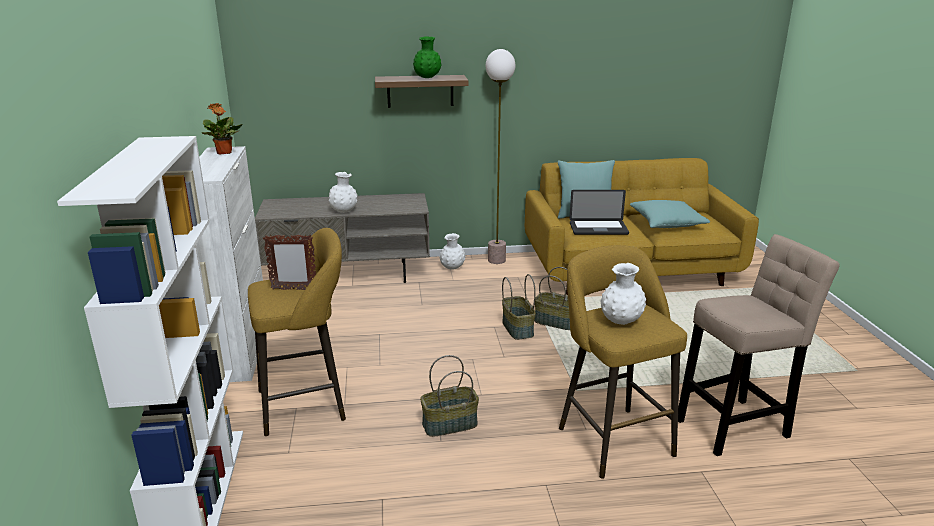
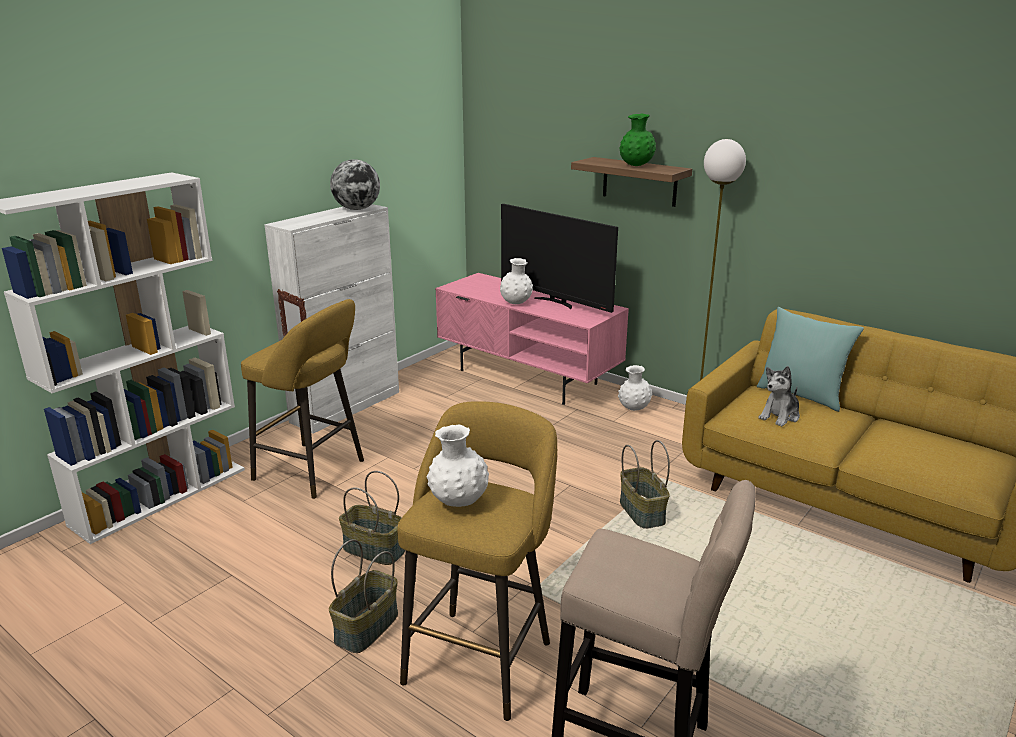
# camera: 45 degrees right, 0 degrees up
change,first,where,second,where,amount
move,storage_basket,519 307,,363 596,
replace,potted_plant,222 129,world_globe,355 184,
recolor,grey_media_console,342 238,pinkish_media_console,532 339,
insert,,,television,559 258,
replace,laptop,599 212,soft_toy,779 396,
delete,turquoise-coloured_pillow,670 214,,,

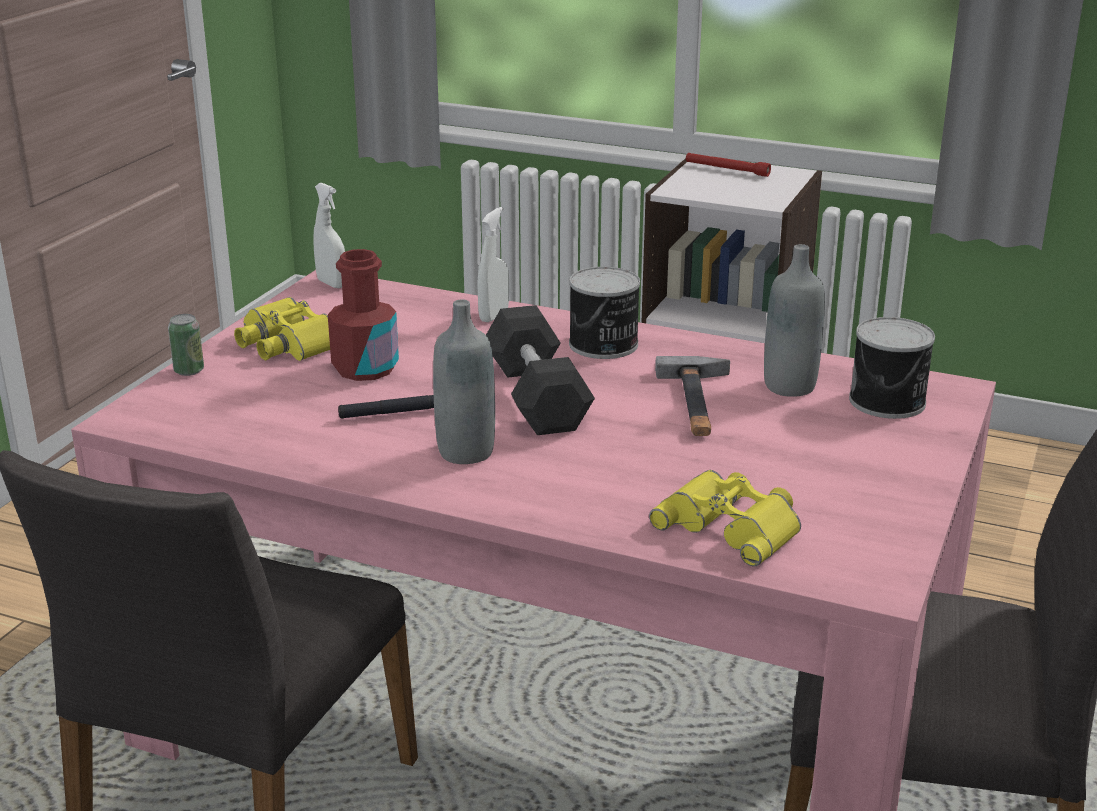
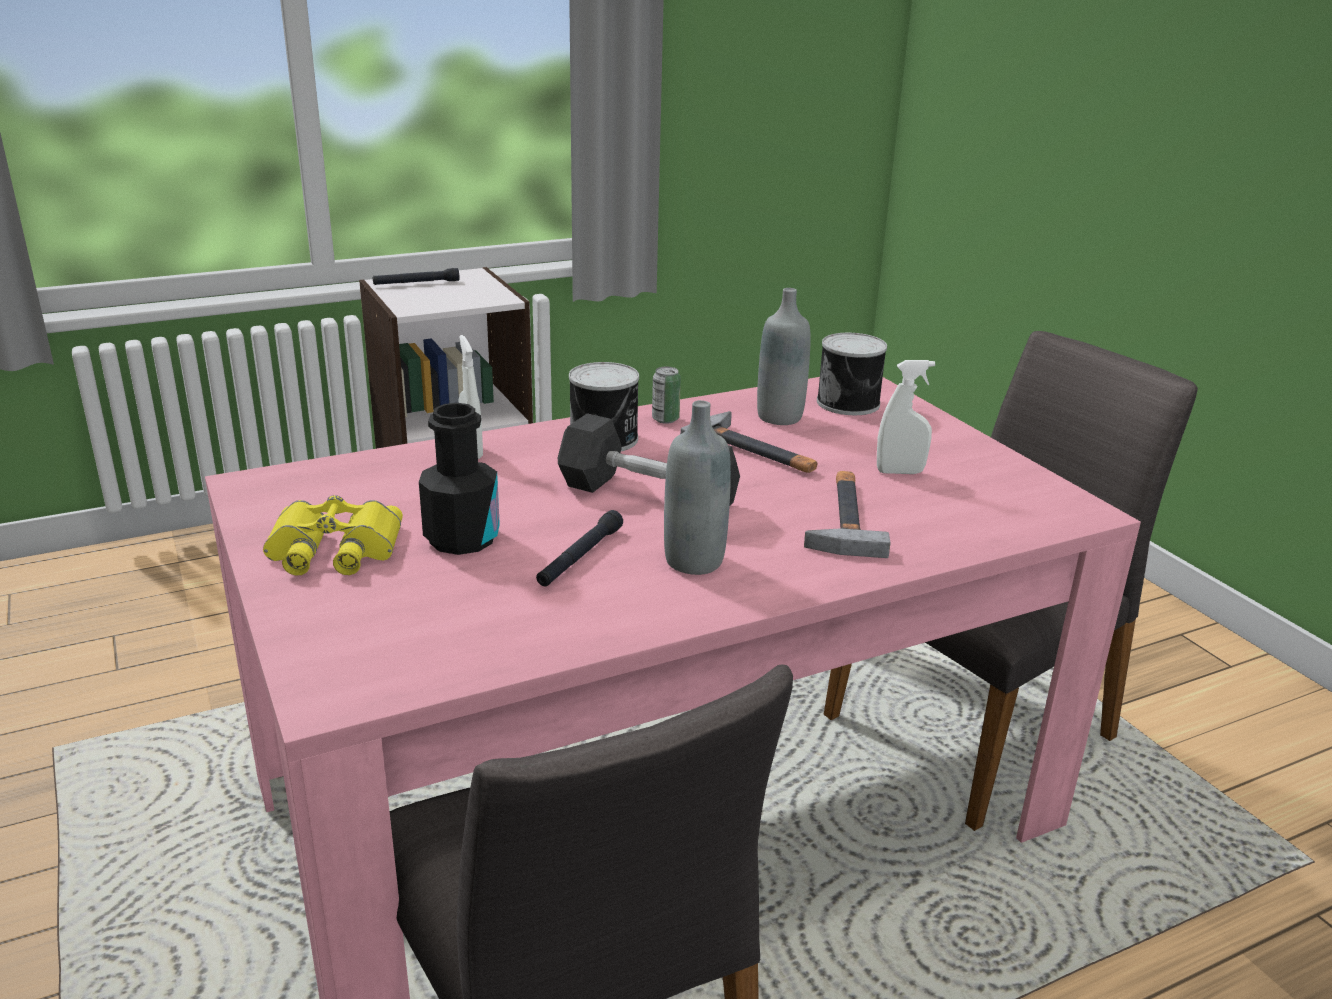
# camera: 50 degrees left, 0 degrees up
change,first,where,second,where,amount
recolor,reddish_flashlight,728 165,black-coloured_flashlight,416 276,
recolor,reddish_drink_bottle,363 315,black-coloured_drink_bottle,459 479,
move,can,186 345,,666 395,
insert,,,tool_hammer,847 514,
move,white-coloured_sprayer,329 235,,906 417,
delete,yellowish_pair_of_binoculars,725 518,,,

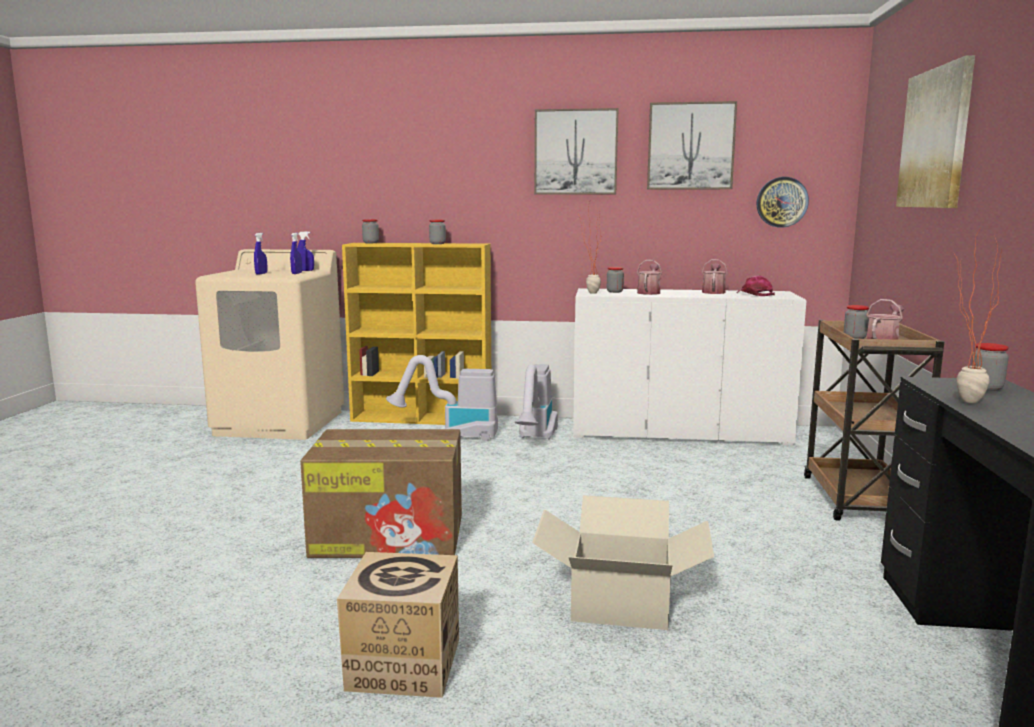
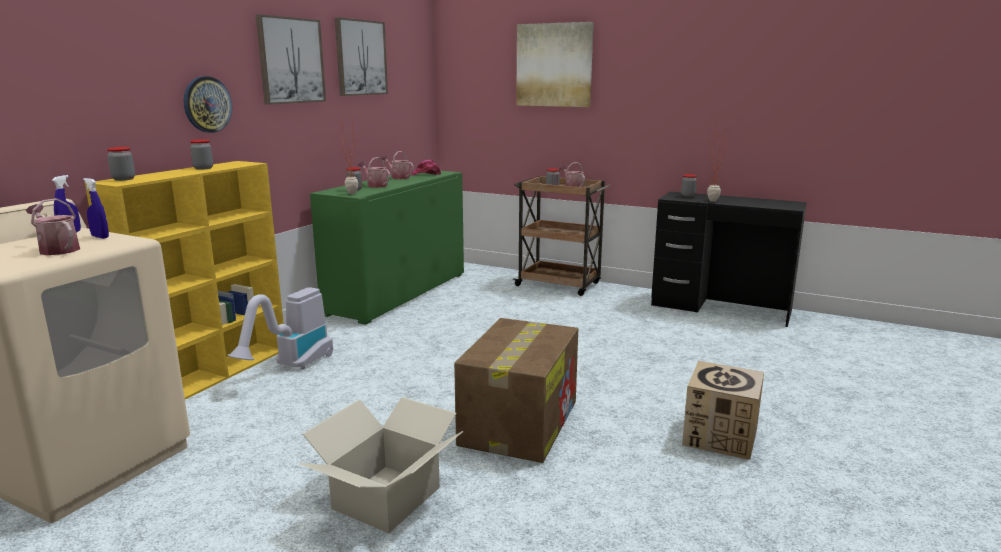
# camera: 70 degrees left, 5 degrees up
change,first,where,second,where,amount
replace,bluish_sprayer,261 254,watering_pot,53 226,
move,clock_on_the_wall,783 202,,208 104,
move,carton,623 562,,382 465,
recolor,white-coloured_cabinet,690 367,greenish_cabinet,387 248,
delete,hoover,536 401,,,

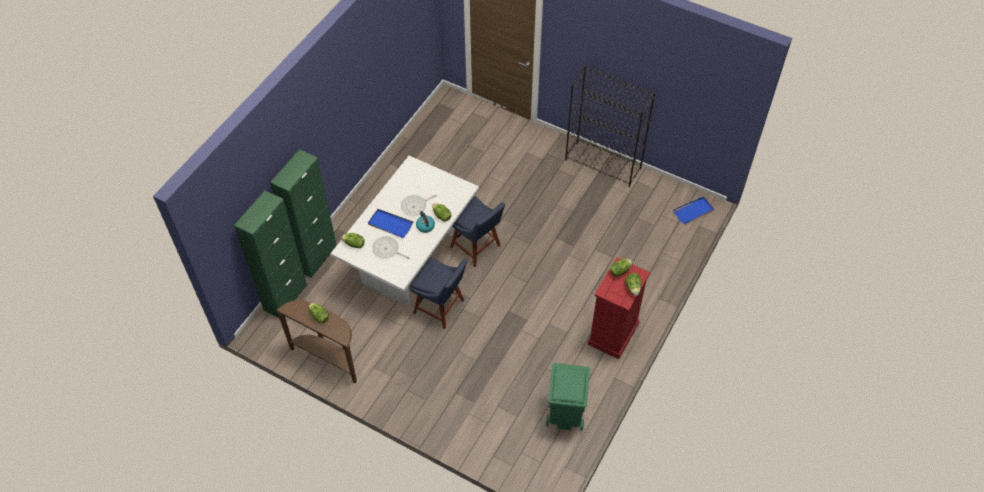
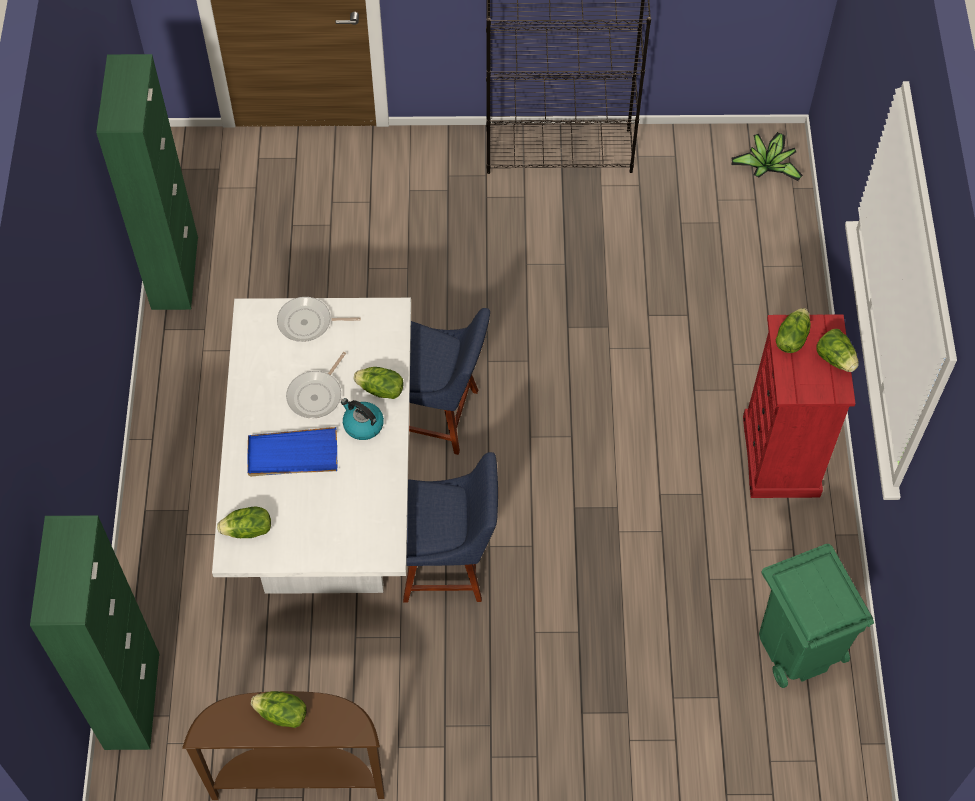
# camera: 30 degrees left, 5 degrees up
change,first,where,second,where,amount
move,greenish_cabinet,303 213,,147 182,
move,frying_pan,391 247,,319 319,
replace,bluish_carrying_tray,693 210,potted_plant,767 156,

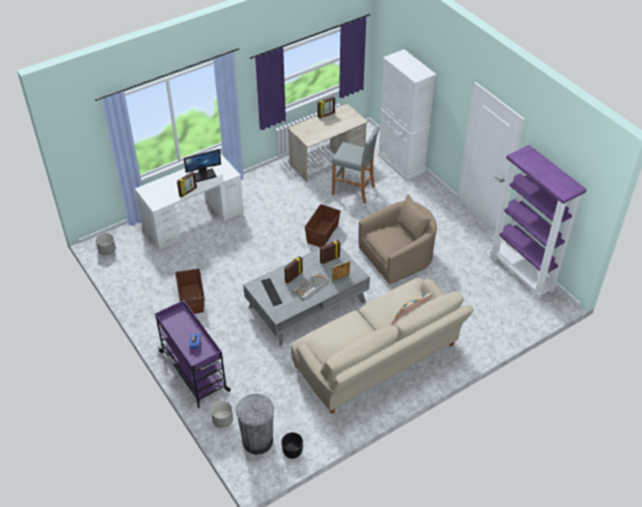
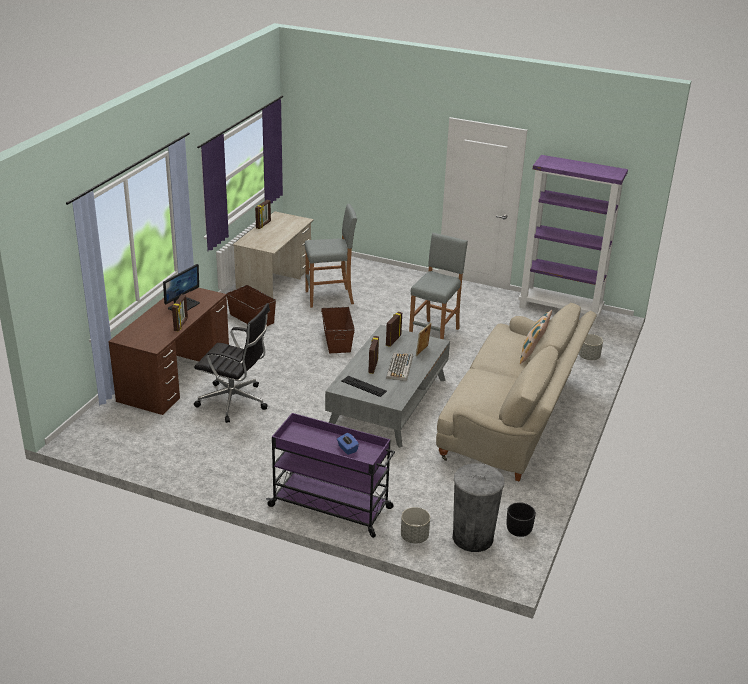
# camera: 35 degrees left, 15 degrees down
change,first,where,second,where,amount
recolor,white-coloured_desk,189 201,brown_desk,168 351,
insert,,,black-coloured_office_chair,232 363,
move,brown_storage_box,190 291,,251 305,
replace,beige-coloured_lounge_chair,397 239,grey_sitting_stool,438 286,
move,grey_plant_pot,106 244,,591 347,
delete,white-coloured_cabinet,407 115,,,

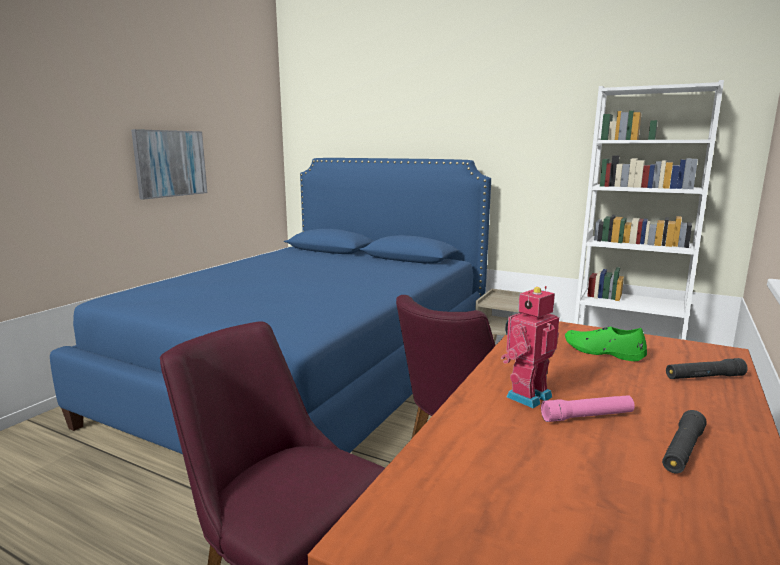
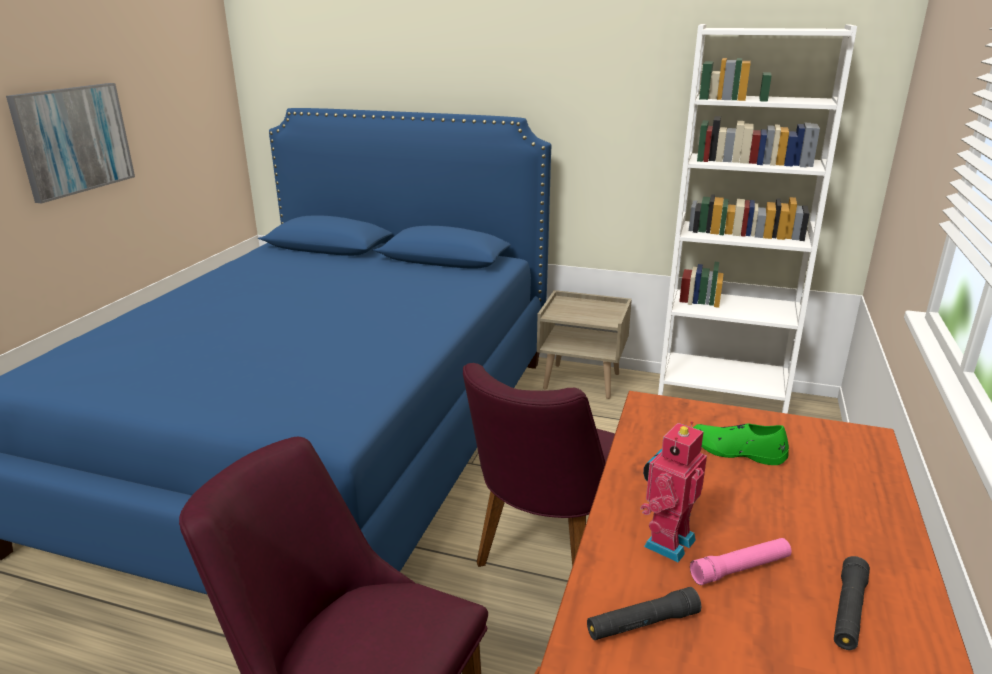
# camera: 10 degrees left, 10 degrees up
change,first,where,second,where,amount
move,black-coloured_flashlight,707 368,,644 613,

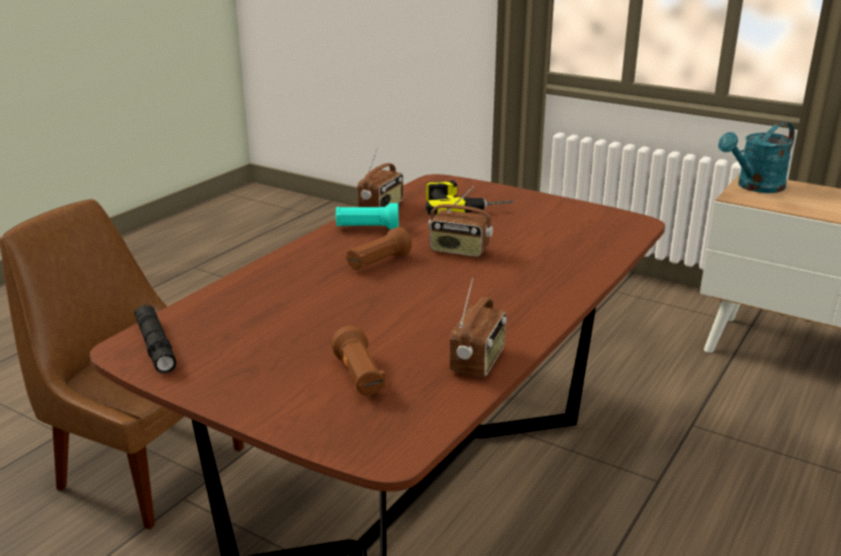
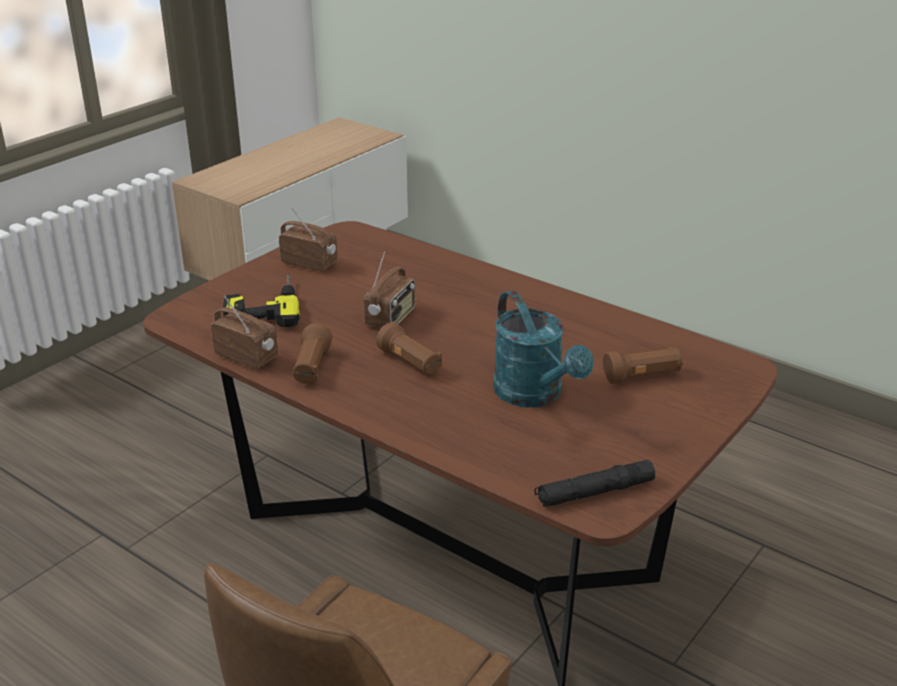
# camera: 85 degrees left, 5 degrees up
change,first,where,second,where,amount
move,radio,478 327,,308 240,
recolor,turquoise-coloured_flashlight,367 216,brown_flashlight,312 353,
move,turquoise-coloured_watering_pot,756 157,,543 349,

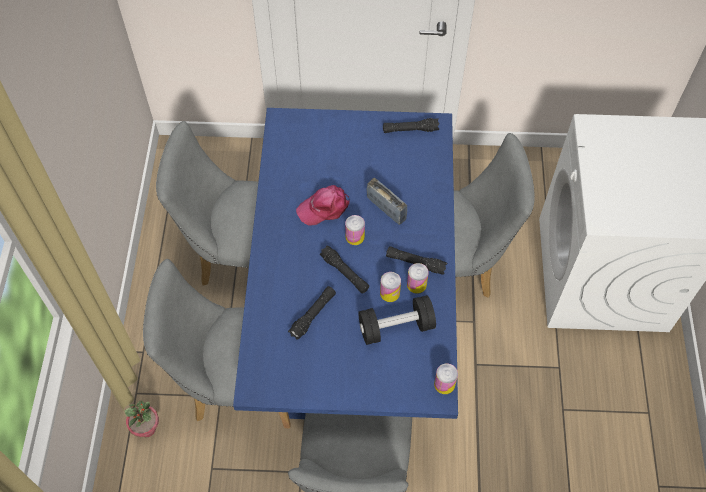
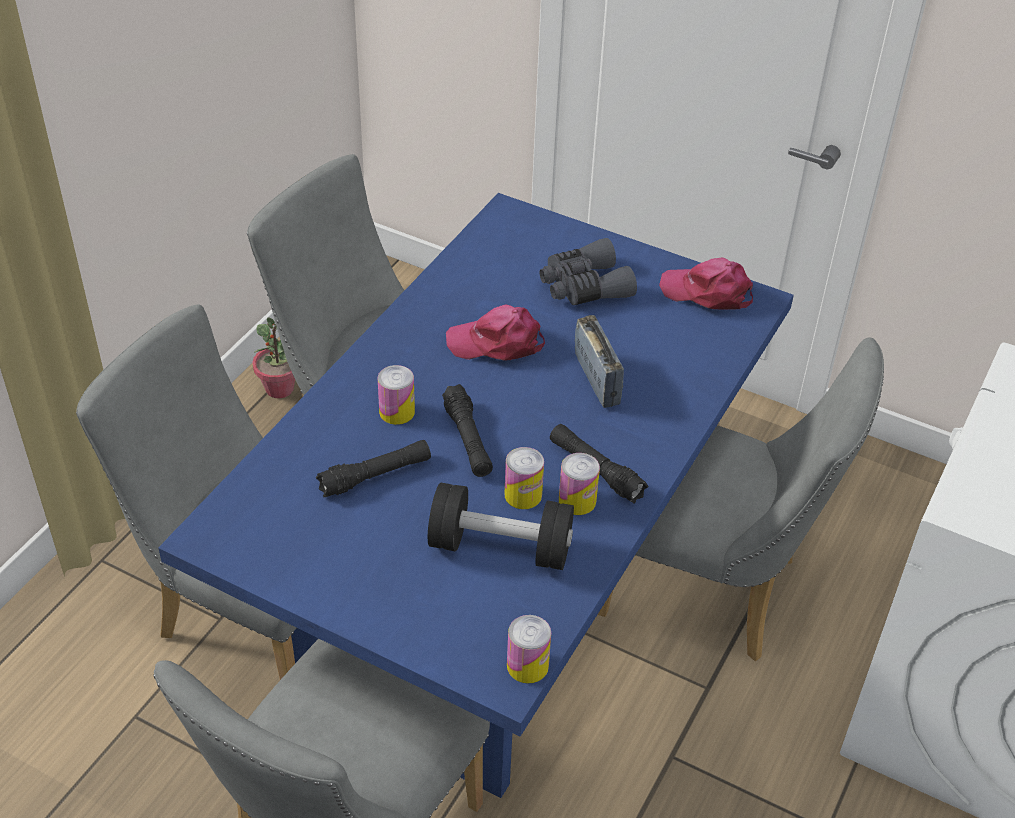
# camera: 25 degrees right, 15 degrees down
change,first,where,second,where,amount
move,potted_plant,142 418,,273 357,
move,can,355 230,,396 395,
insert,,,grey_pair_of_binoculars,588 271,
replace,black-coloured_flashlight,411 125,pinkish_peaked_cap,706 283,

